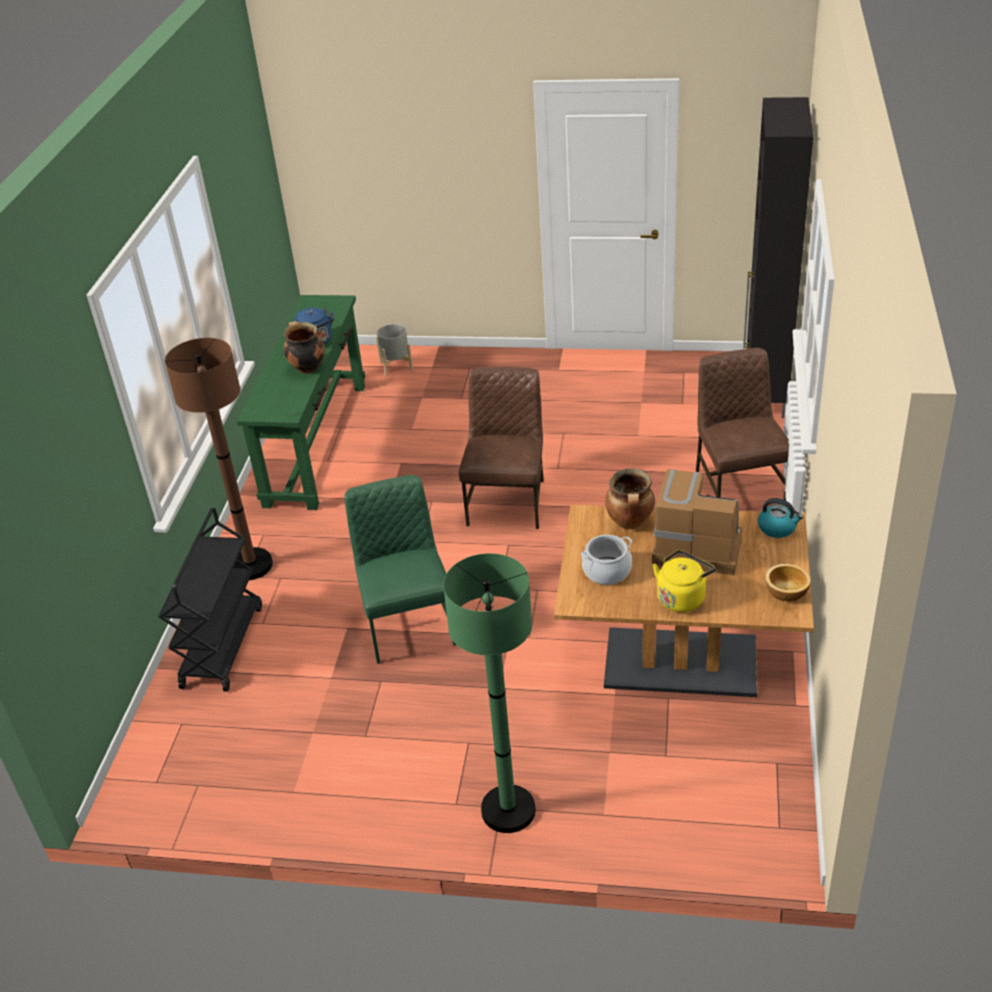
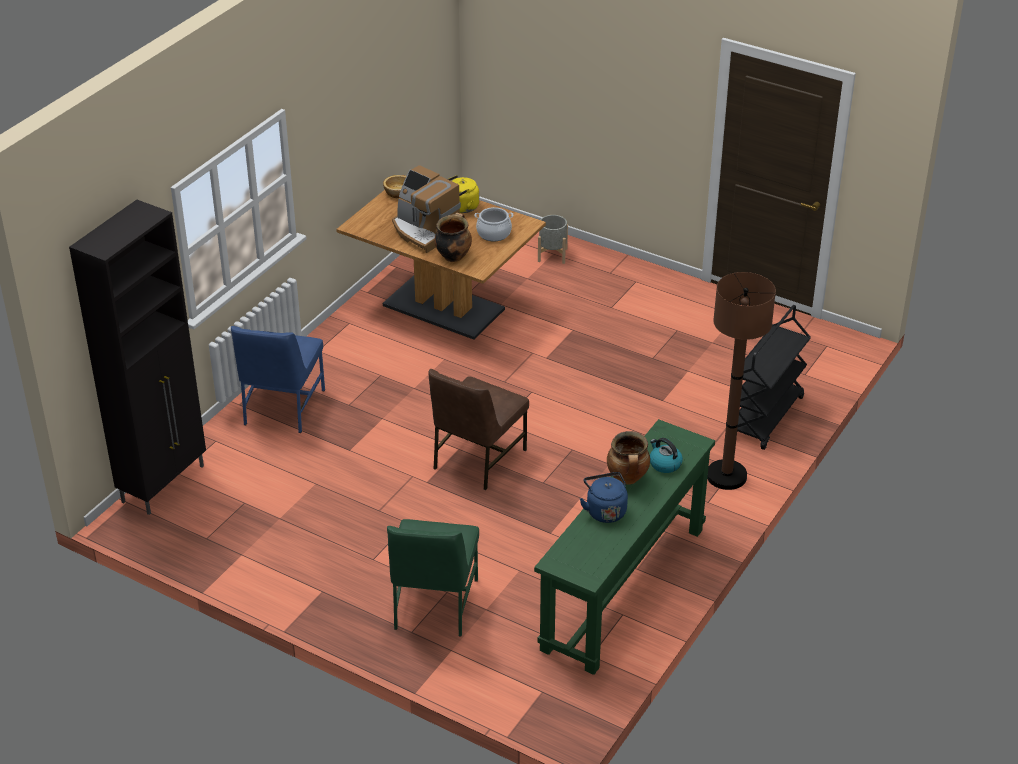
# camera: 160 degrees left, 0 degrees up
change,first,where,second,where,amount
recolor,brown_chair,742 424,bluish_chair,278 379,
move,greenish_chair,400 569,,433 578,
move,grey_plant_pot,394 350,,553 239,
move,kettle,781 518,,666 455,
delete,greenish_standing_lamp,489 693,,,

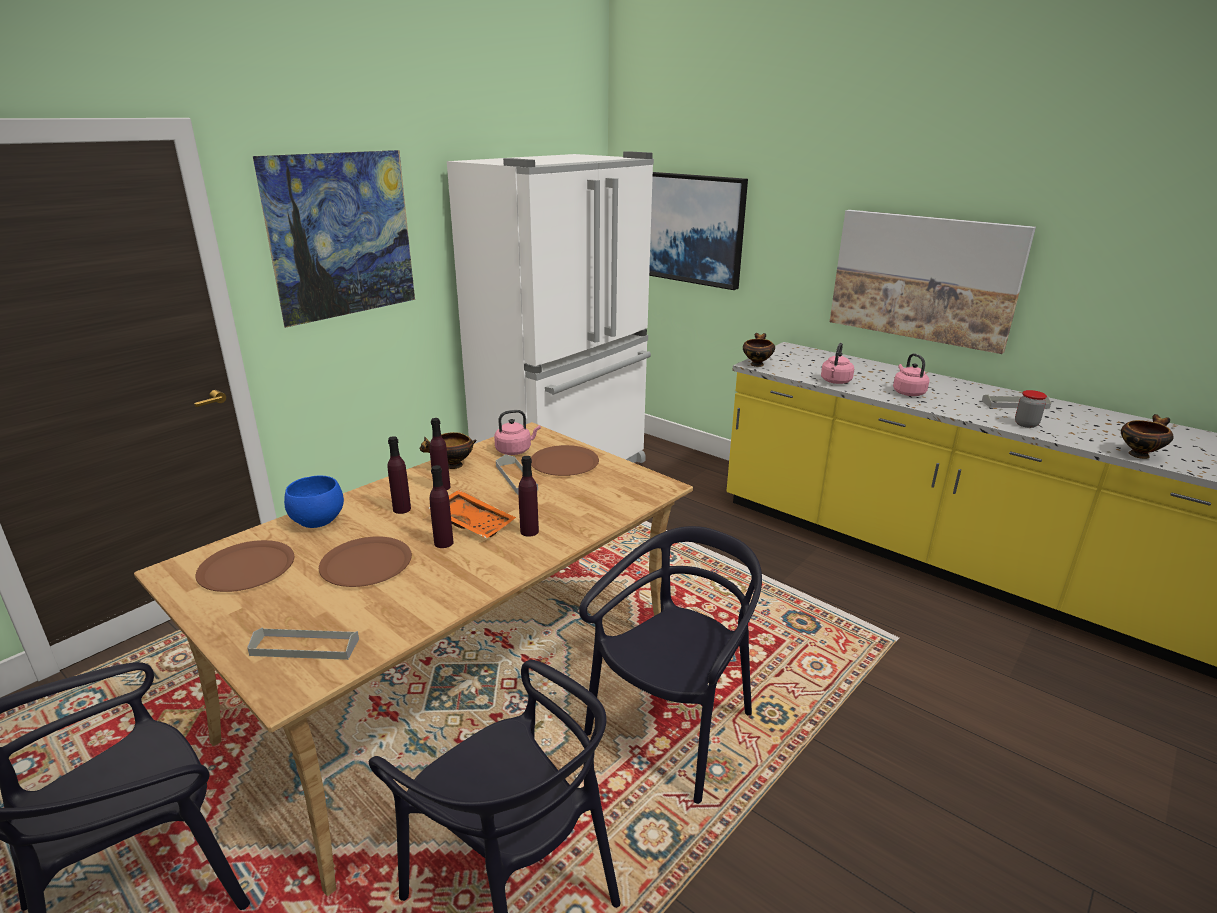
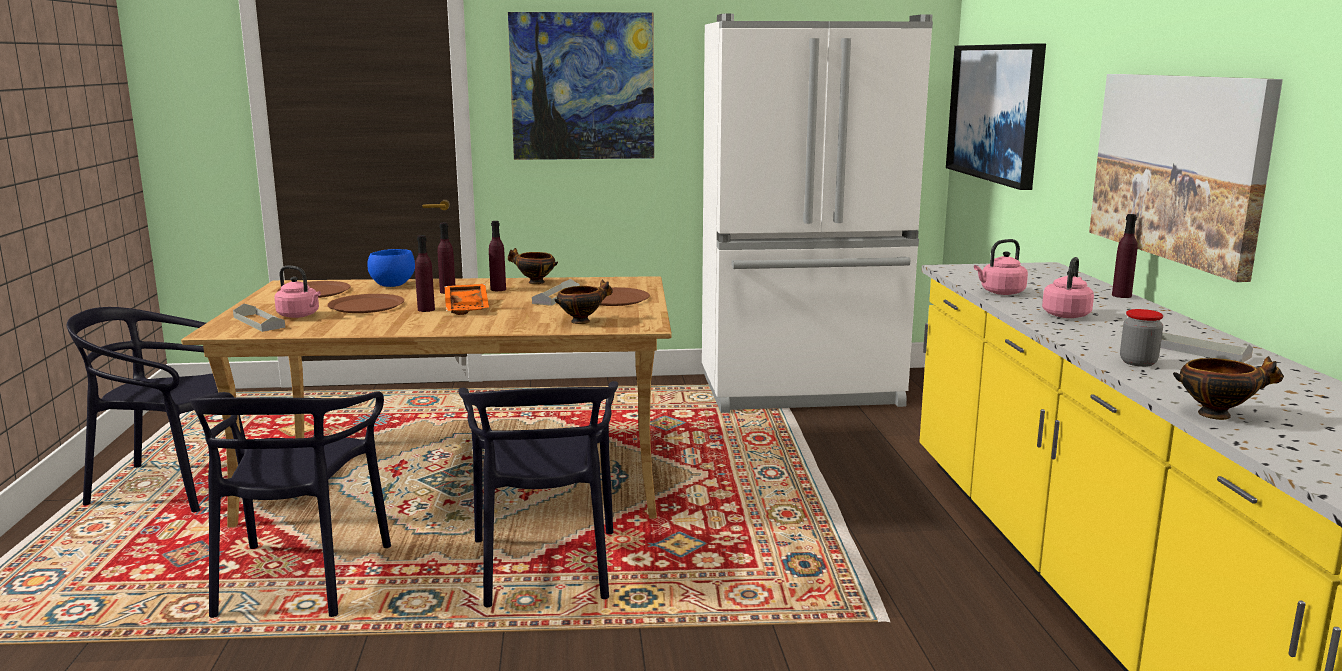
# camera: 45 degrees right, 10 degrees down
change,first,where,second,where,amount
move,pinkish_kettle,517 432,,297 292,
rotate,black-coloured_chair,670 665,,538 494,90 degrees clockwise
move,bowl,759 350,,583 302,
move,purple-coloured_drink_bottle,528 496,,1125 256,

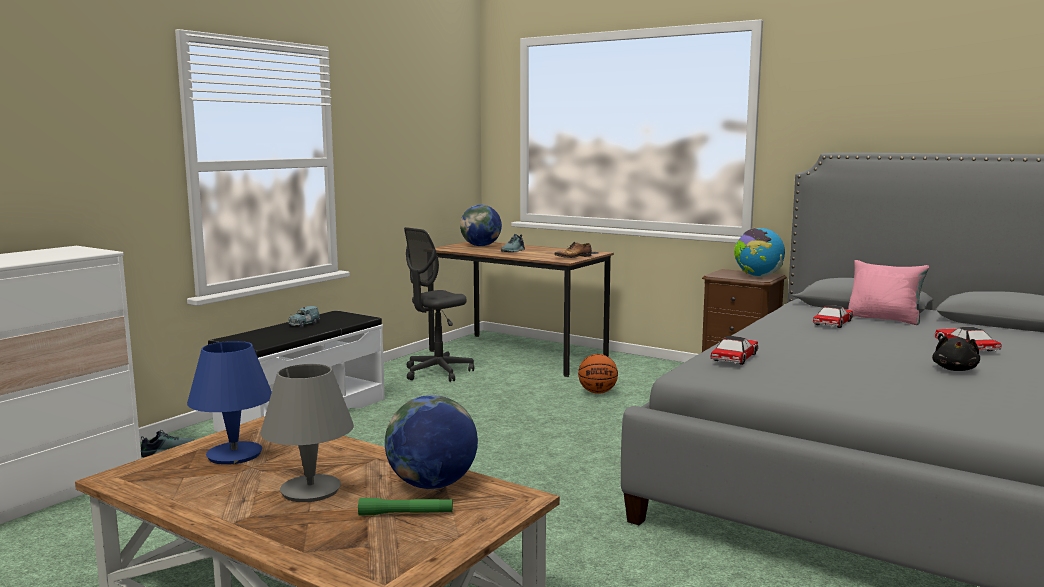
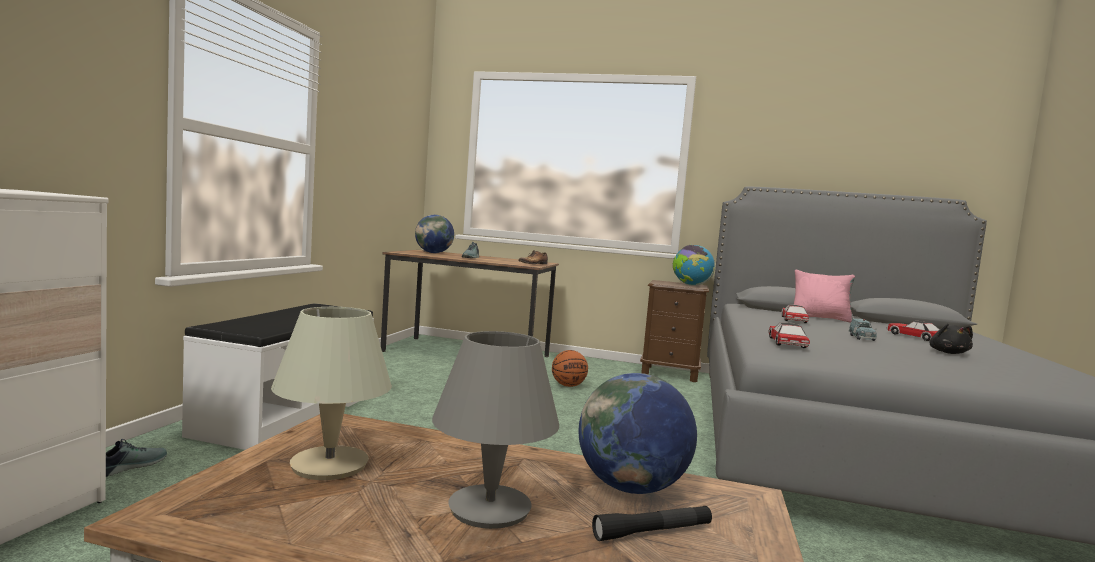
# camera: 20 degrees left, 5 degrees down
change,first,where,second,where,amount
recolor,bluish_lamp_for_a_table,229 403,beige-coloured_lamp_for_a_table,331 393,
recolor,greenish_flashlight,405 507,black-coloured_flashlight,652 523,
move,bluish_model_car,304 316,,862 329,
delete,grey_office_chair,439 304,,,

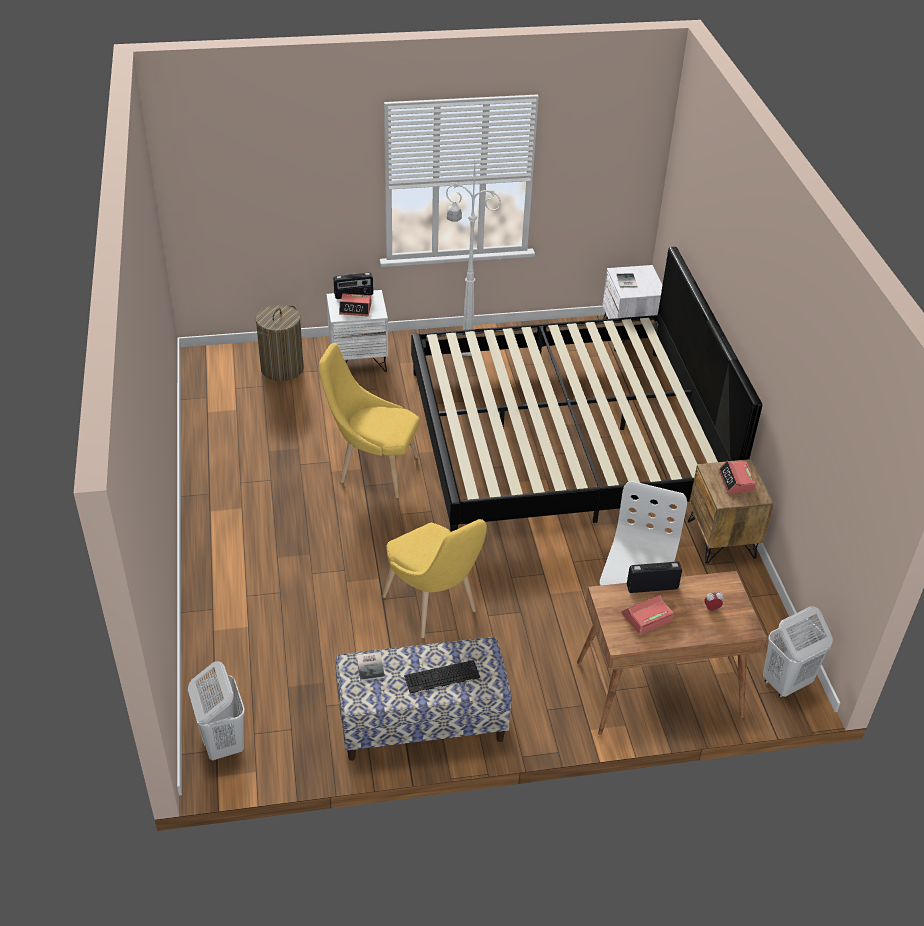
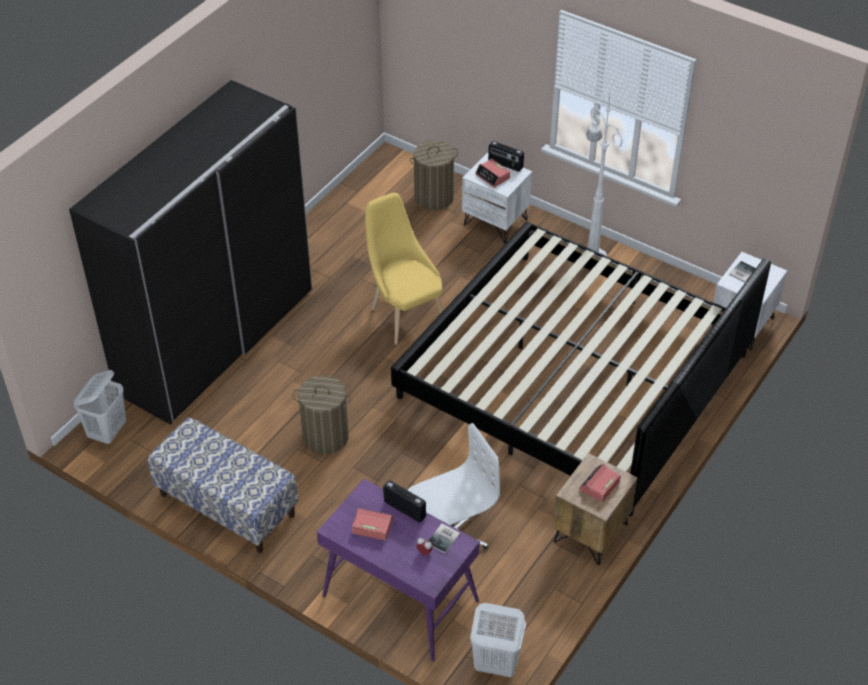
# camera: 45 degrees right, 5 degrees up
change,first,where,second,where,amount
insert,,,black-coloured_armoire,190 252,
replace,yellowish_chair,434 578,laundry_basket,322 414,
recolor,brown_desk,672 653,purple-coloured_desk,398 570,
move,volume,370 666,,444 538,
delete,keyboard,442 677,,,

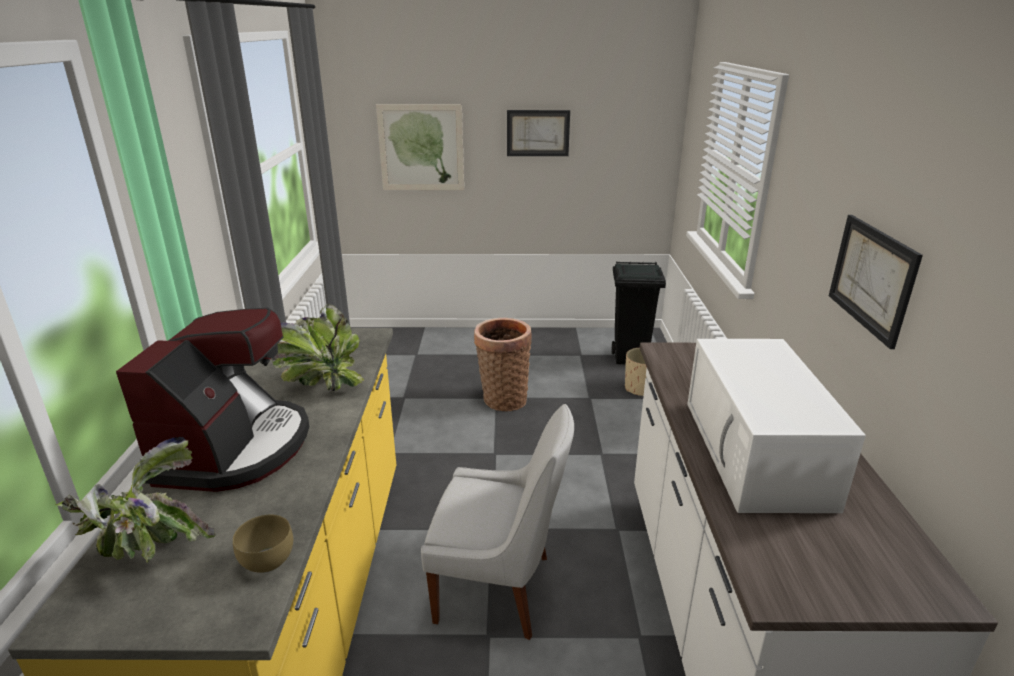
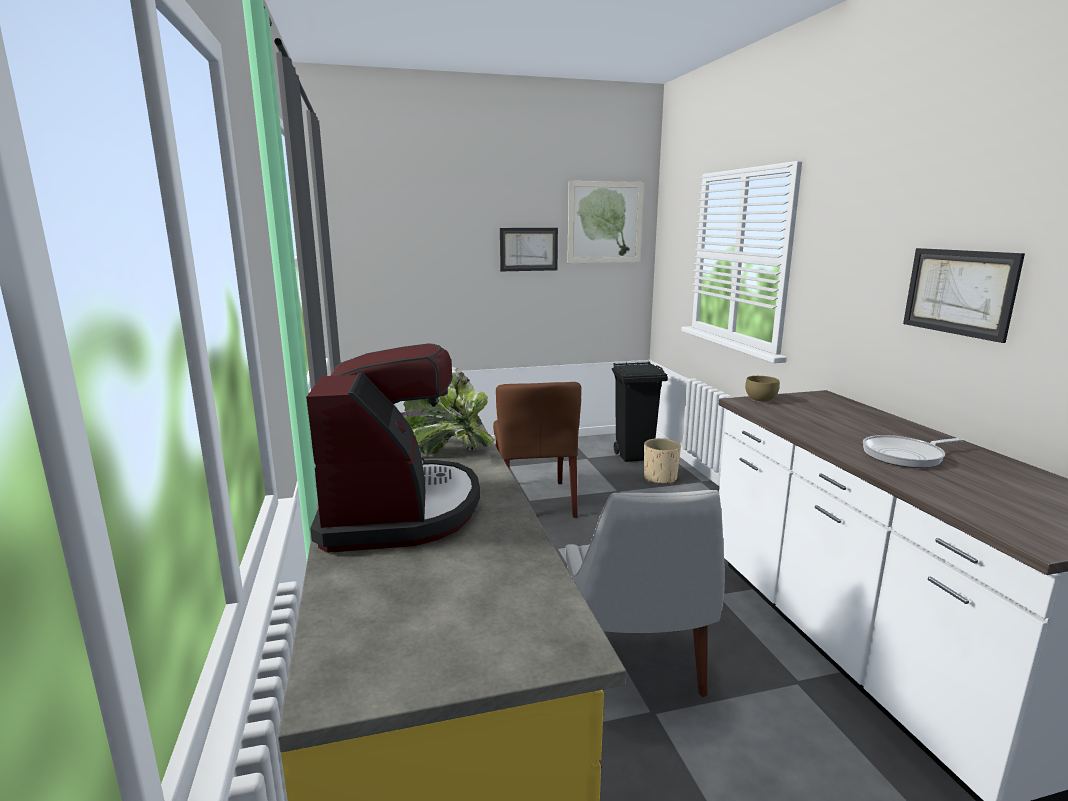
# camera: 15 degrees left, 10 degrees down
change,first,where,second,where,amount
replace,storage_basket,503 364,brown_chair,537 450,
rotate,white-coloured_chair,497 522,,645 593,90 degrees clockwise
move,wall_art,420 147,,605 222,
move,brown_bowl,263 544,,762 389,
replace,white-coloured_kitchen_microwave,776 426,frying_pan,914 451,
delete,potted_plant,135 499,,,

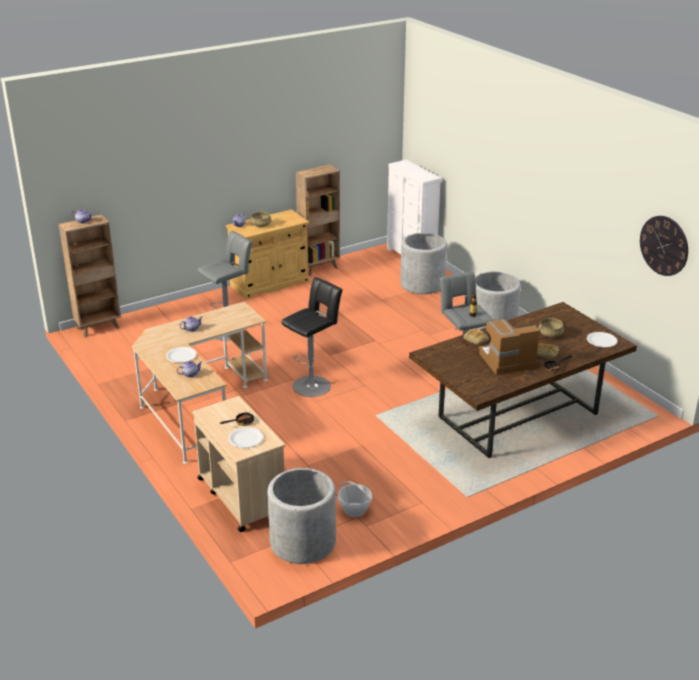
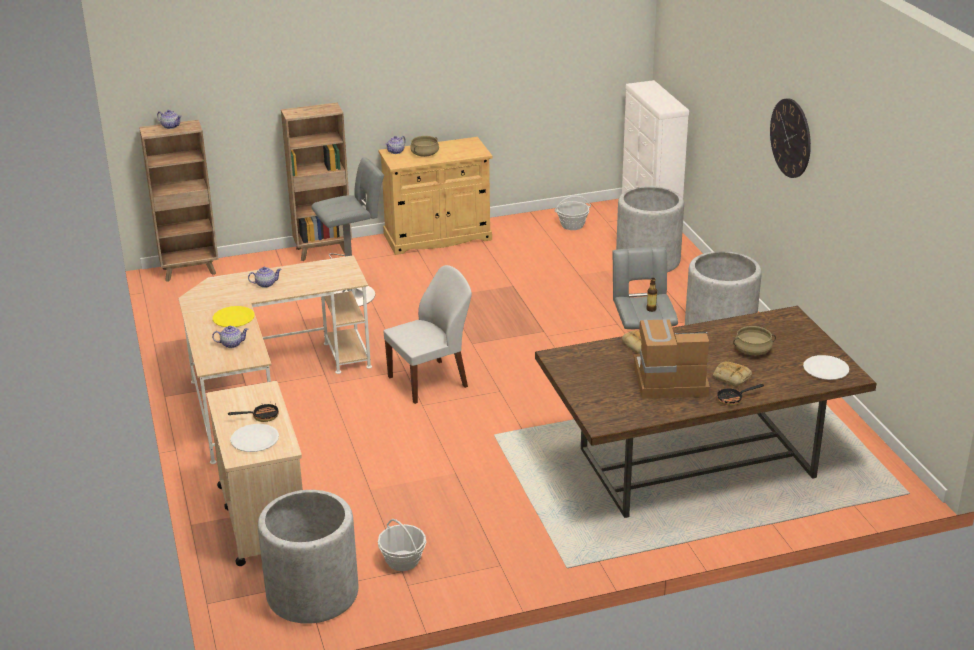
# camera: 15 degrees right, 0 degrees up
change,first,where,second,where,amount
recolor,white-coloured_dinner_plate,181 355,yellowish_dinner_plate,233 316,
move,brown_shelving_unit,318 220,,316 182,
replace,black-coloured_sitting_stool,312 337,white-coloured_chair,428 334,
insert,,,storage_basket,573 213,
move,clock_on_the_wall,664 246,,790 138,

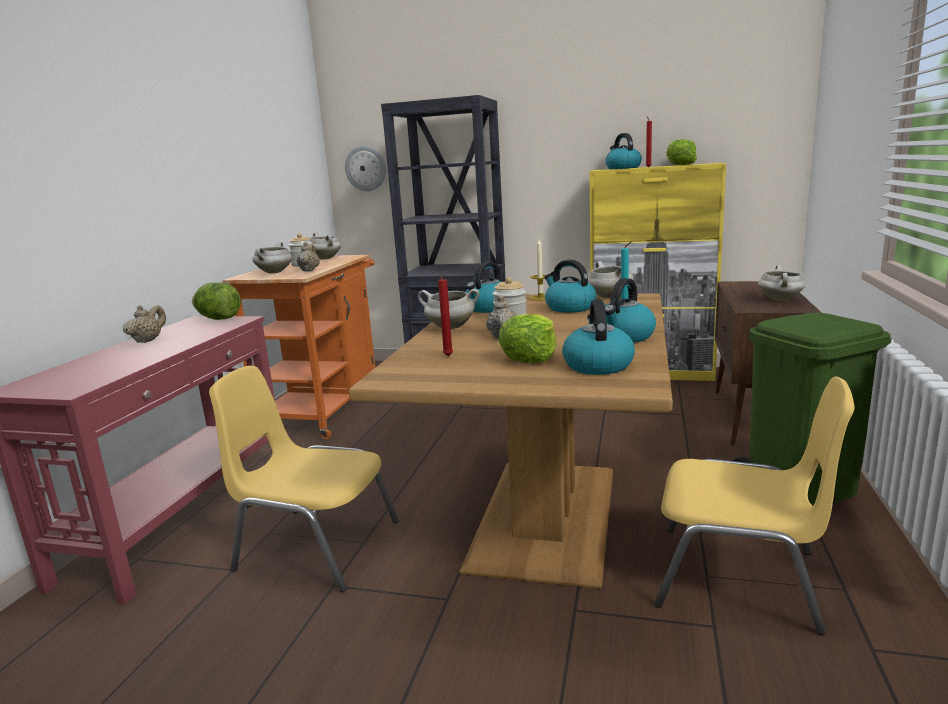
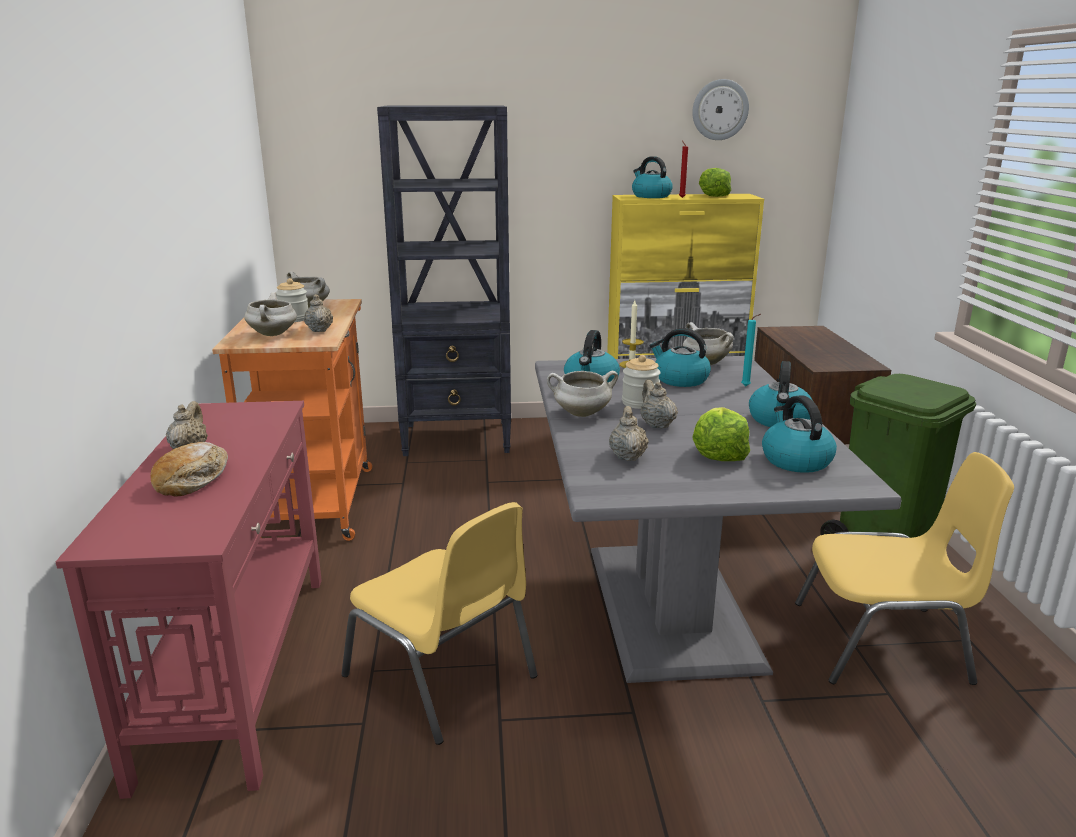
# camera: 20 degrees left, 5 degrees up
change,first,where,second,where,amount
insert,,,bread,189 469,
rotate,yellowish_chair,304 479,,439 623,135 degrees counterclockwise
recolor,brown_dinner_table,511 441,grey_dinner_table,718 519,
replace,reddish_wax_light,443 313,beige-coloured_pot_for_tea,629 433,
move,clock_on_the_wall,365 168,,720 109,
delete,head_of_lettuce,216 301,,,
delete,white-coloured_cooking_pot,781 283,,,

